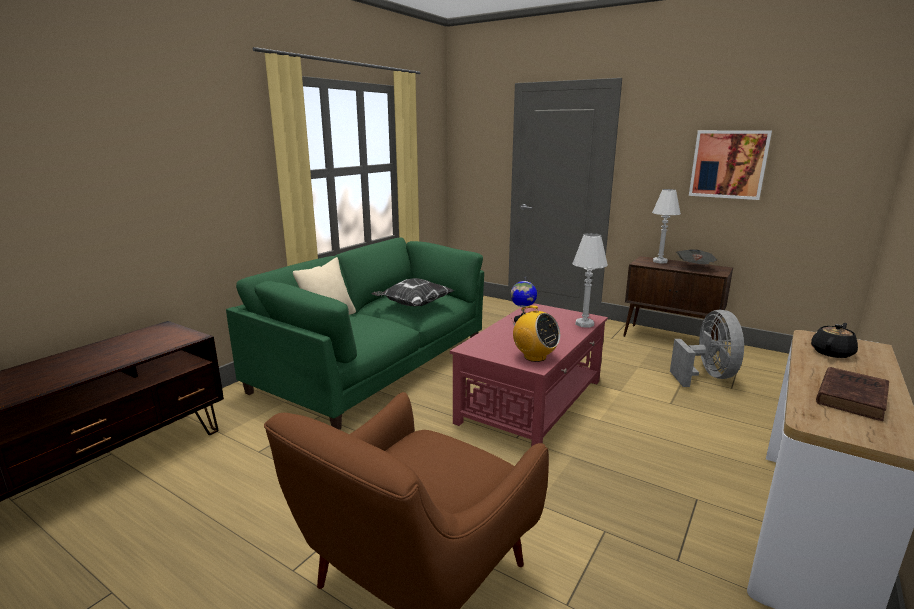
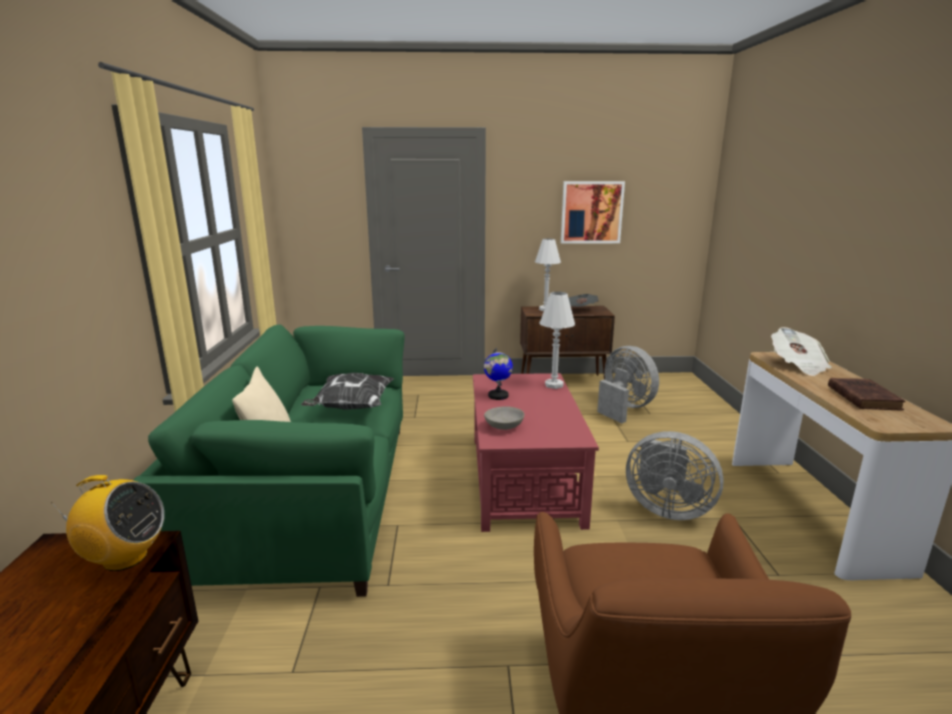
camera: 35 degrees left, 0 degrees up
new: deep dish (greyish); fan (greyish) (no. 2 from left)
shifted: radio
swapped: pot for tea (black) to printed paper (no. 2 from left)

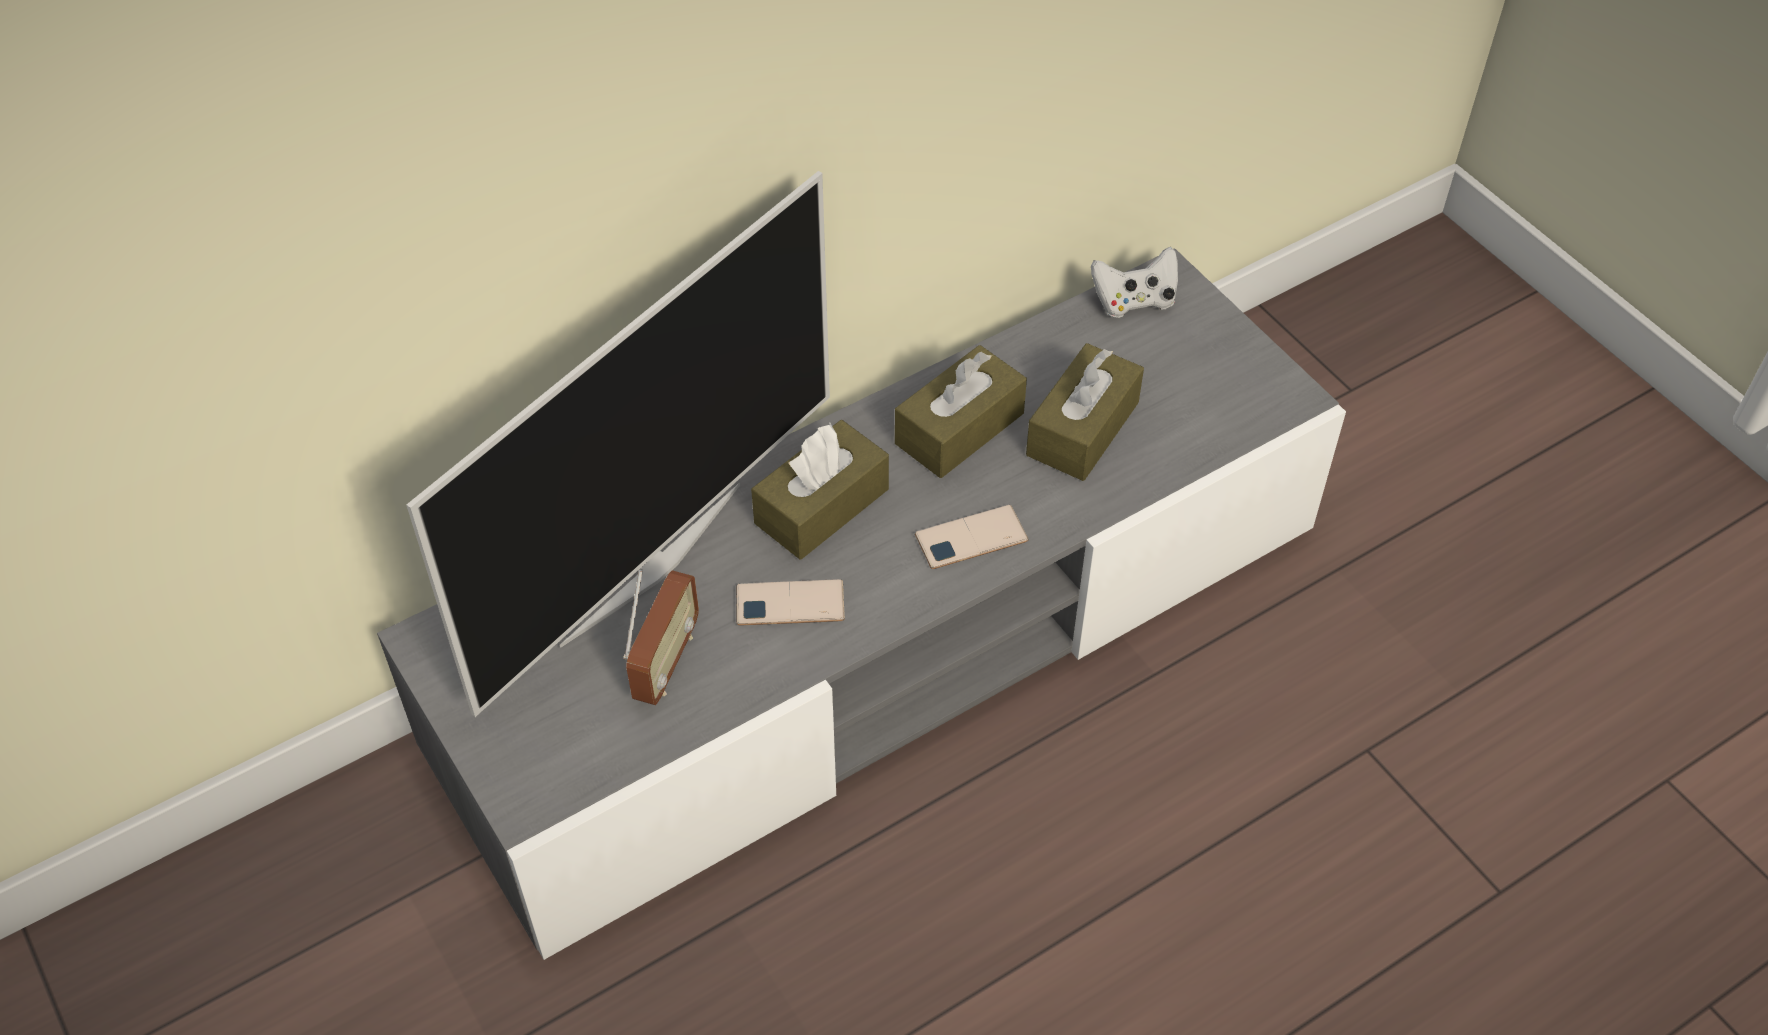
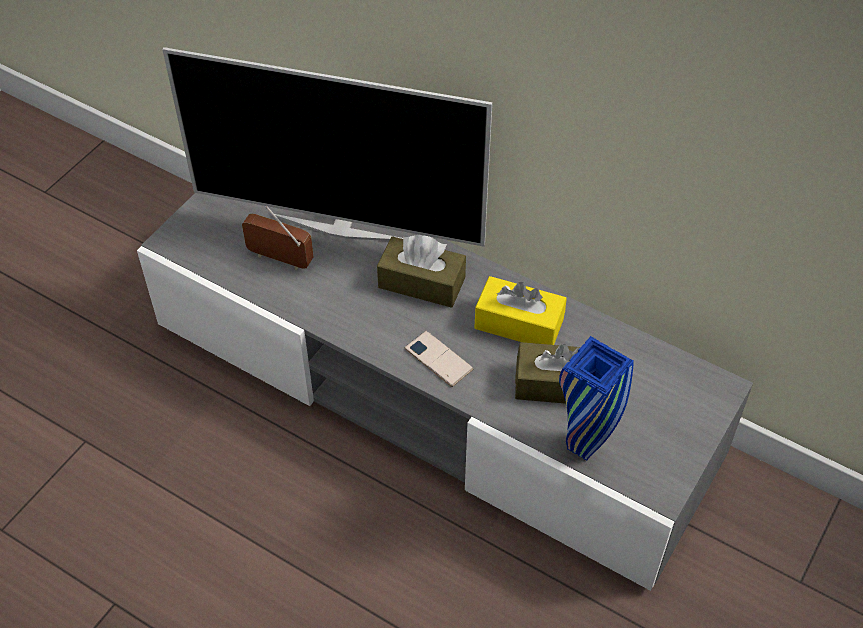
camera: 65 degrees right, 0 degrees up
gone: phone (no. 1 from left); joypad (white-coloured)
new: flower vase (bluish)
repainted: tissue holder (brown) (no. 2 from left) to tissue holder (yellowish)
rotated: radio 150 degrees counterclockwise

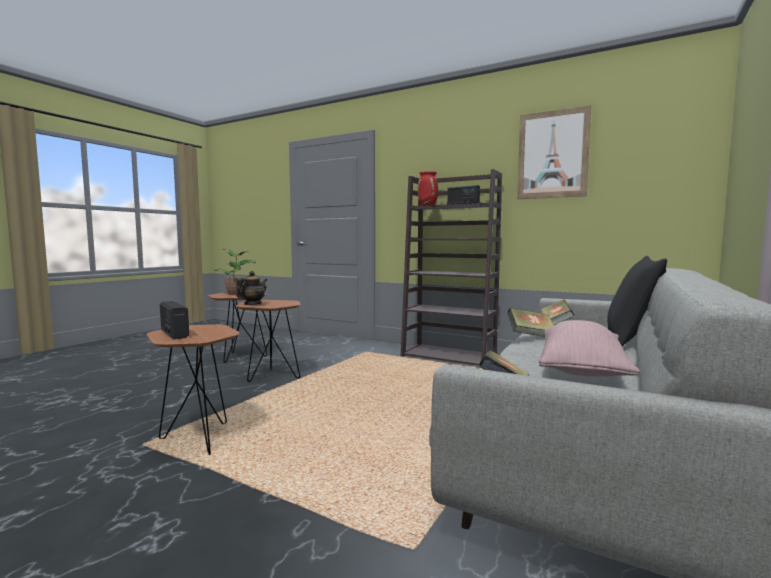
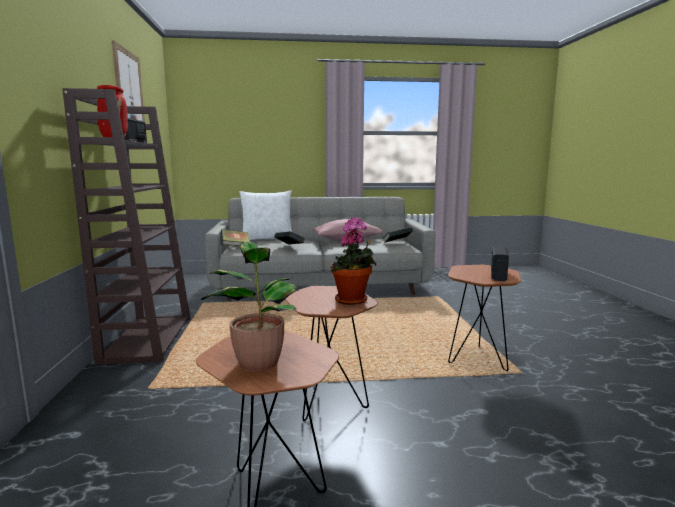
camera: 125 degrees left, 5 degrees up
swapped: pot for tea to potted plant (no. 2 from left)
repainted: pillow (black) to pillow (white-coloured)

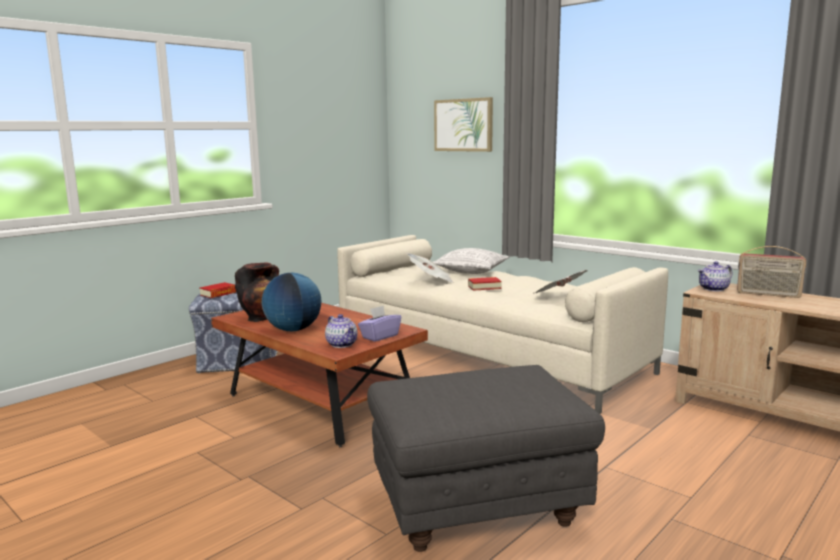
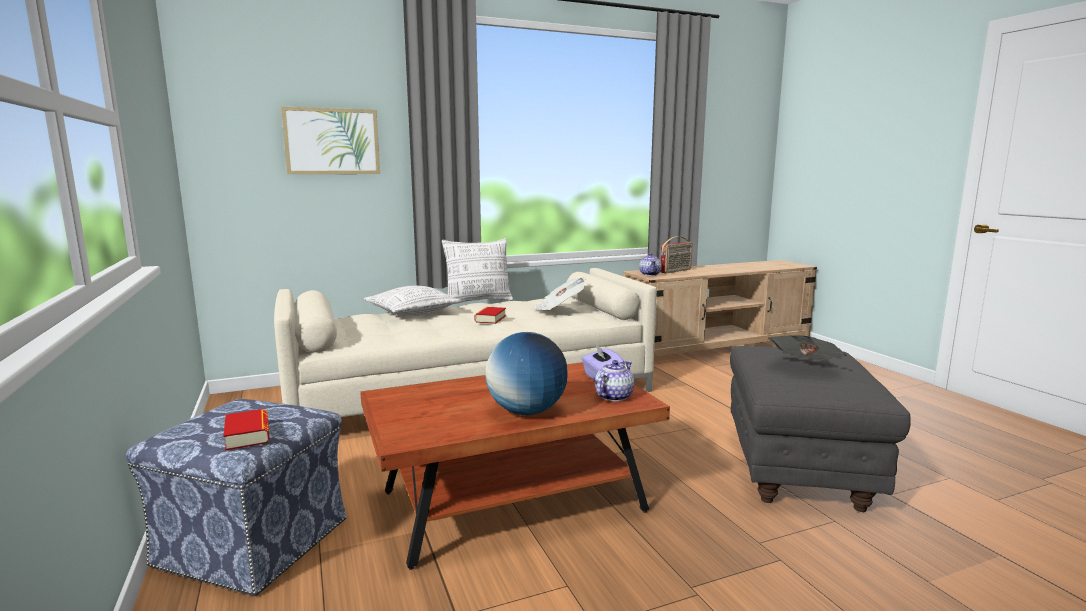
camera: 65 degrees left, 0 degrees up
gone: flower vase
new: pillow (no. 2 from left)
shifted: printed paper (no. 1 from left in the first image) to printed paper (no. 2 from left)
rotated: pot for tea (no. 1 from left) 45 degrees counterclockwise

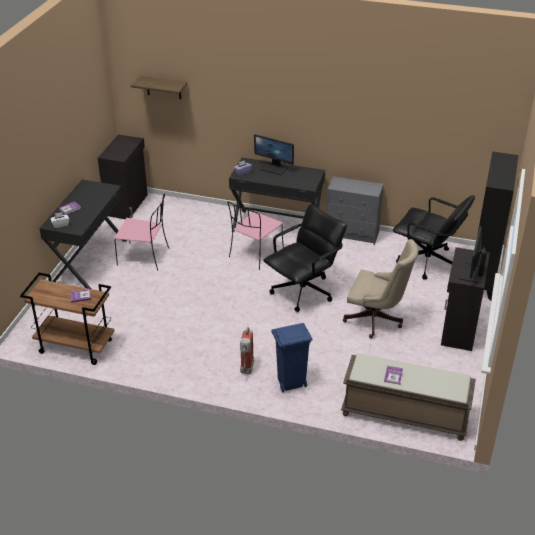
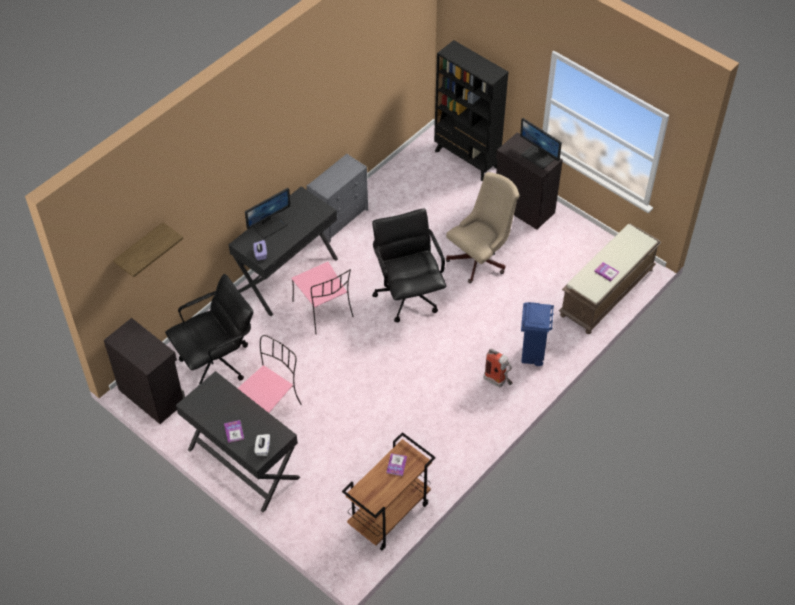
camera: 65 degrees left, 15 degrees up
shifted: desk chair (black) (no. 2 from left in the first image) to desk chair (black) (no. 1 from left)

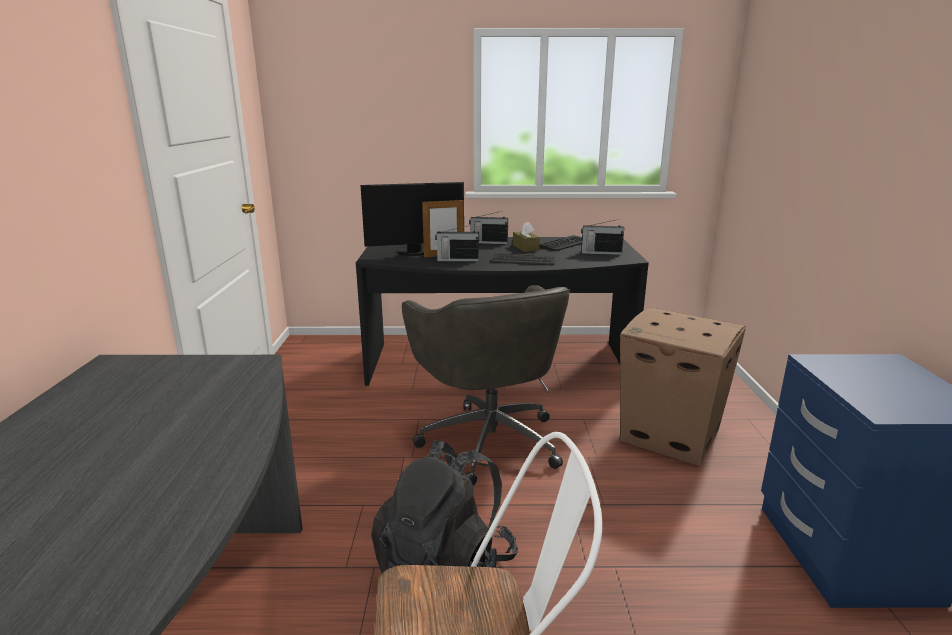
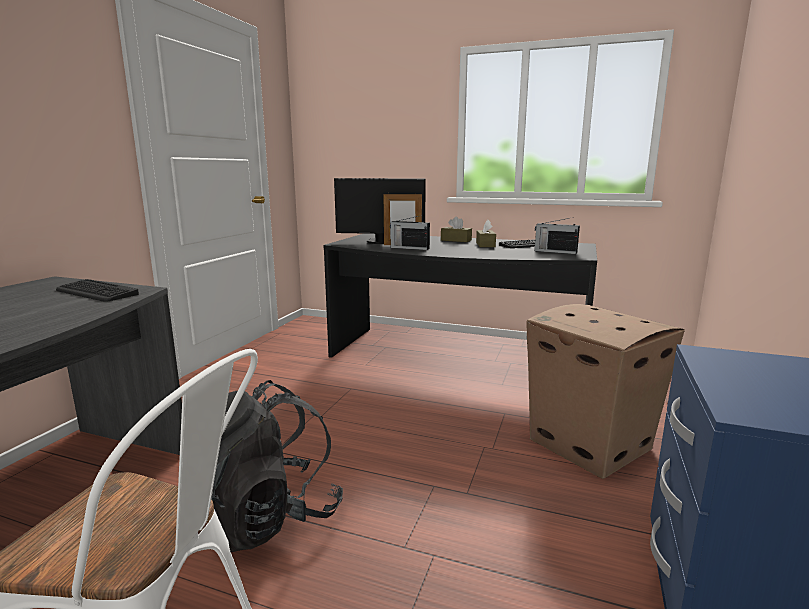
camera: 20 degrees right, 5 degrees down
gone: desk chair (greyish)
shifted: keyboard (no. 1 from left)
swapped: radio (no. 2 from left) to tissue holder (brown) (no. 1 from left)

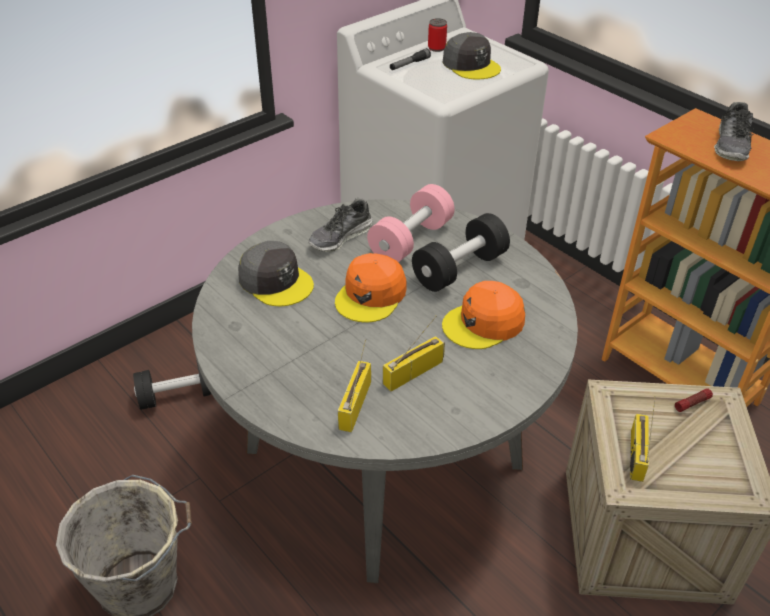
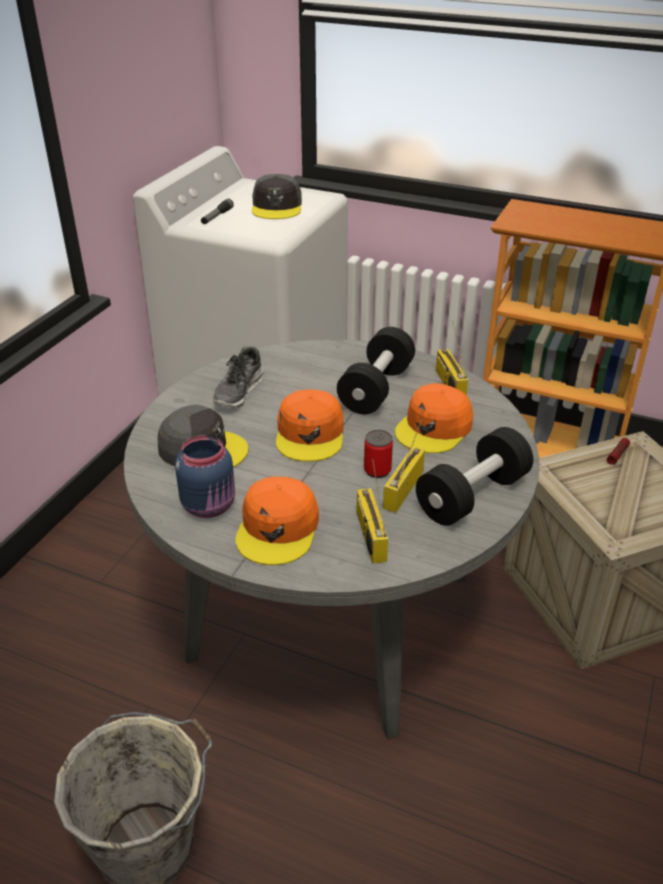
camera: 25 degrees left, 5 degrees down
gone: free weight (pink); shoe (no. 2 from left)
new: storage jar (bluish); baseball cap (orange) (no. 1 from left)
shifted: metal can; free weight (black) (no. 1 from left in the first image) to free weight (black) (no. 2 from left); radio (no. 3 from left)
rotated: baseball cap (greyish) (no. 2 from left) 60 degrees clockwise

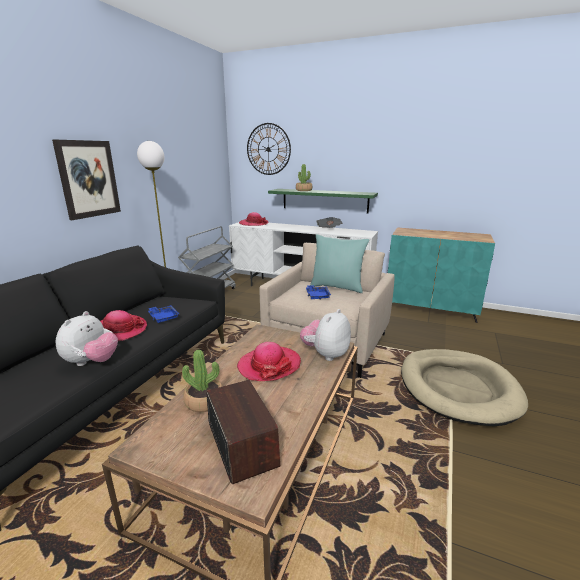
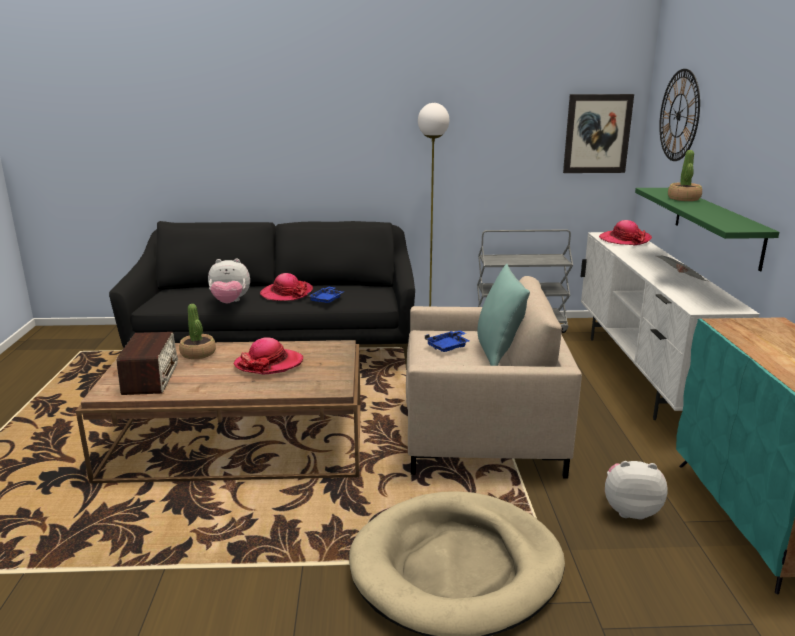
camera: 65 degrees right, 0 degrees up
shifted: wall picture; cuddly toy (no. 2 from left)
rotated: radio 45 degrees counterclockwise

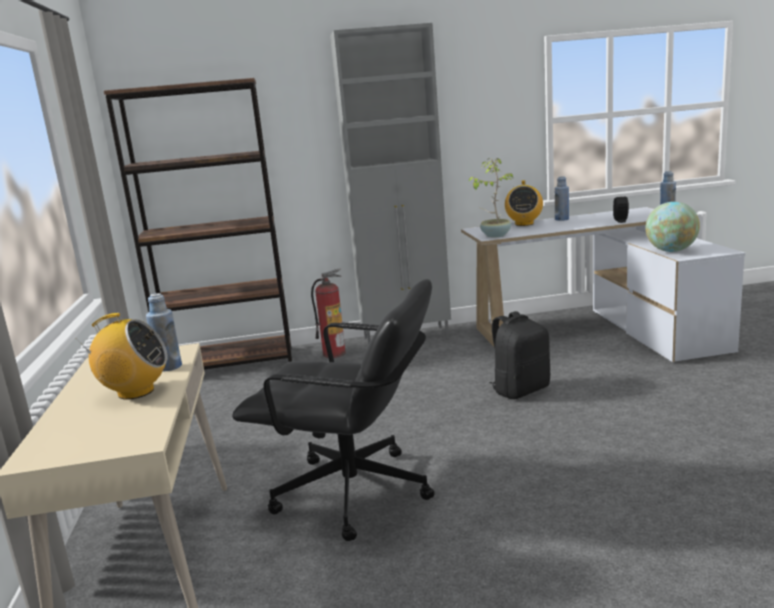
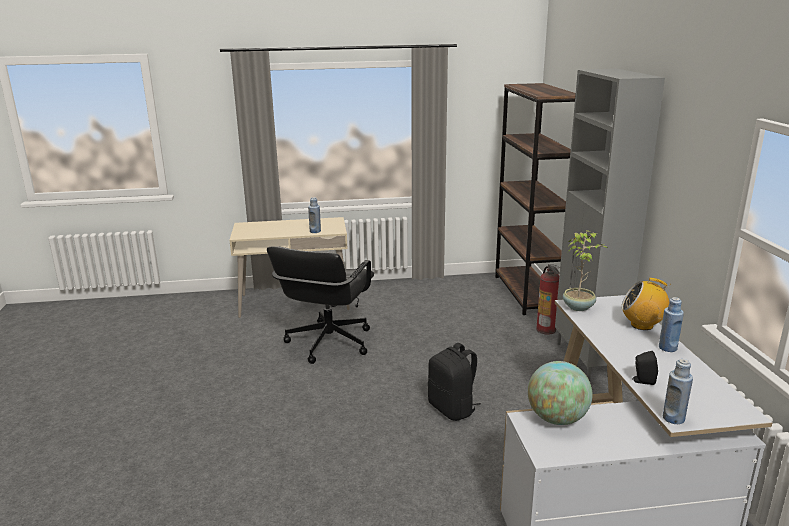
camera: 90 degrees right, 5 degrees up
gone: radio (no. 1 from left)

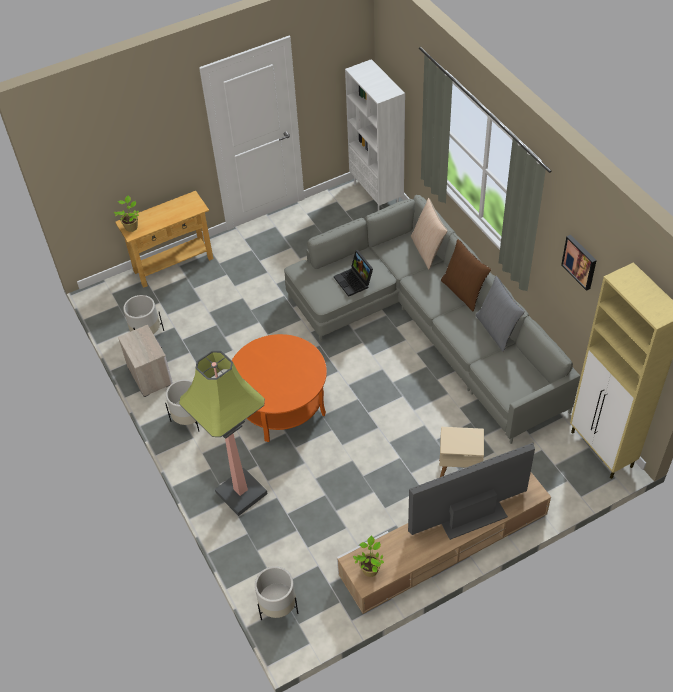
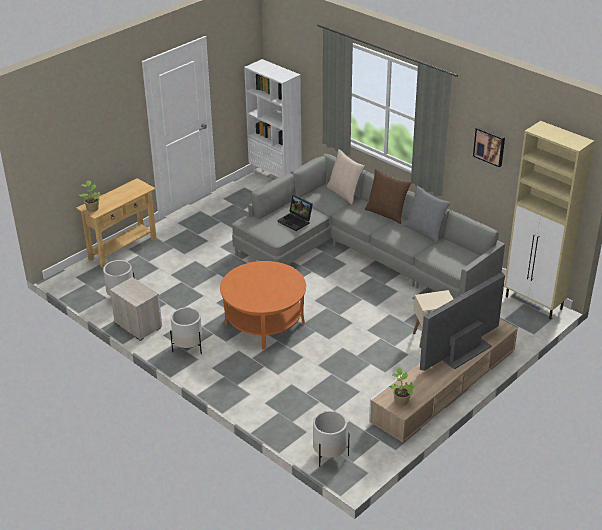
camera: 20 degrees left, 15 degrees down
gone: standing lamp

